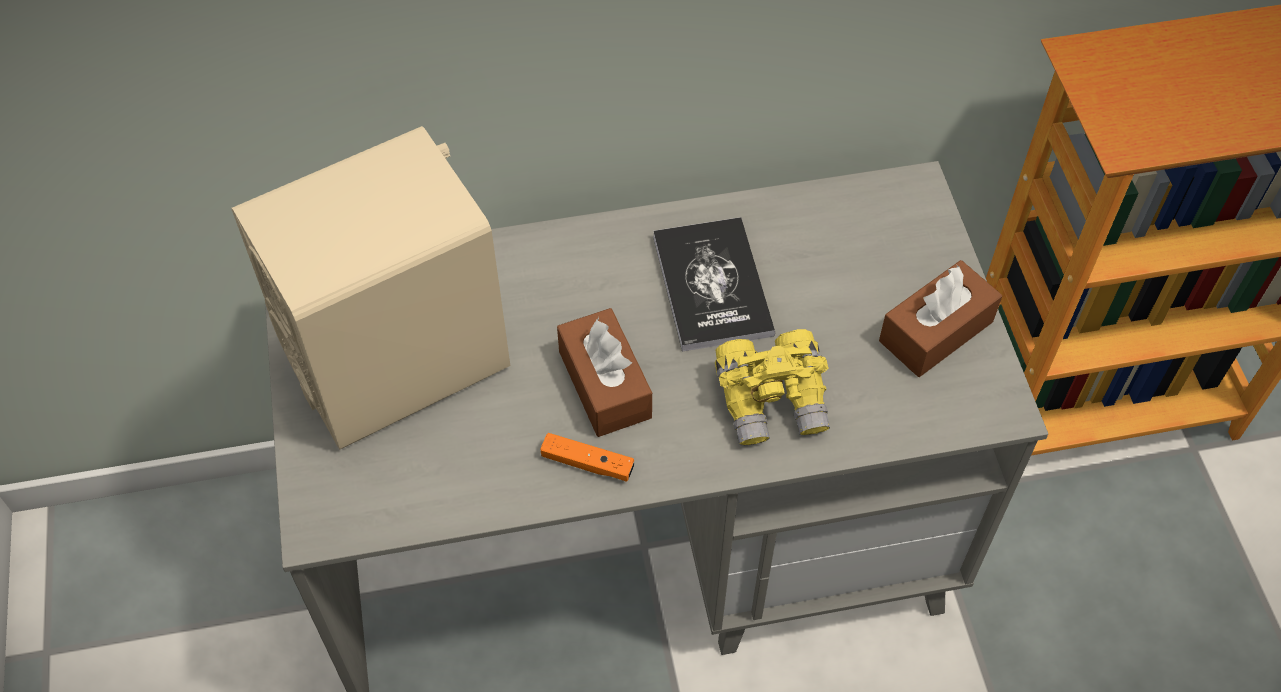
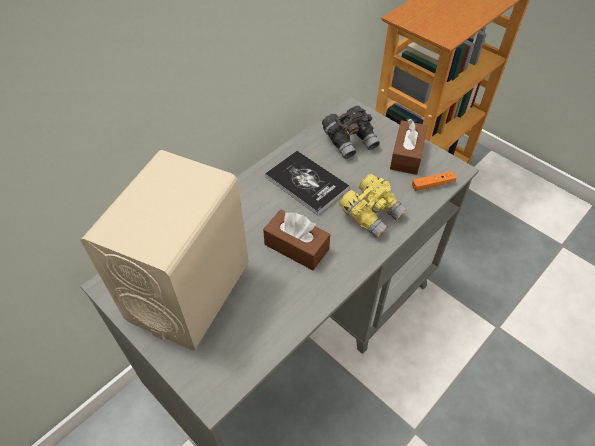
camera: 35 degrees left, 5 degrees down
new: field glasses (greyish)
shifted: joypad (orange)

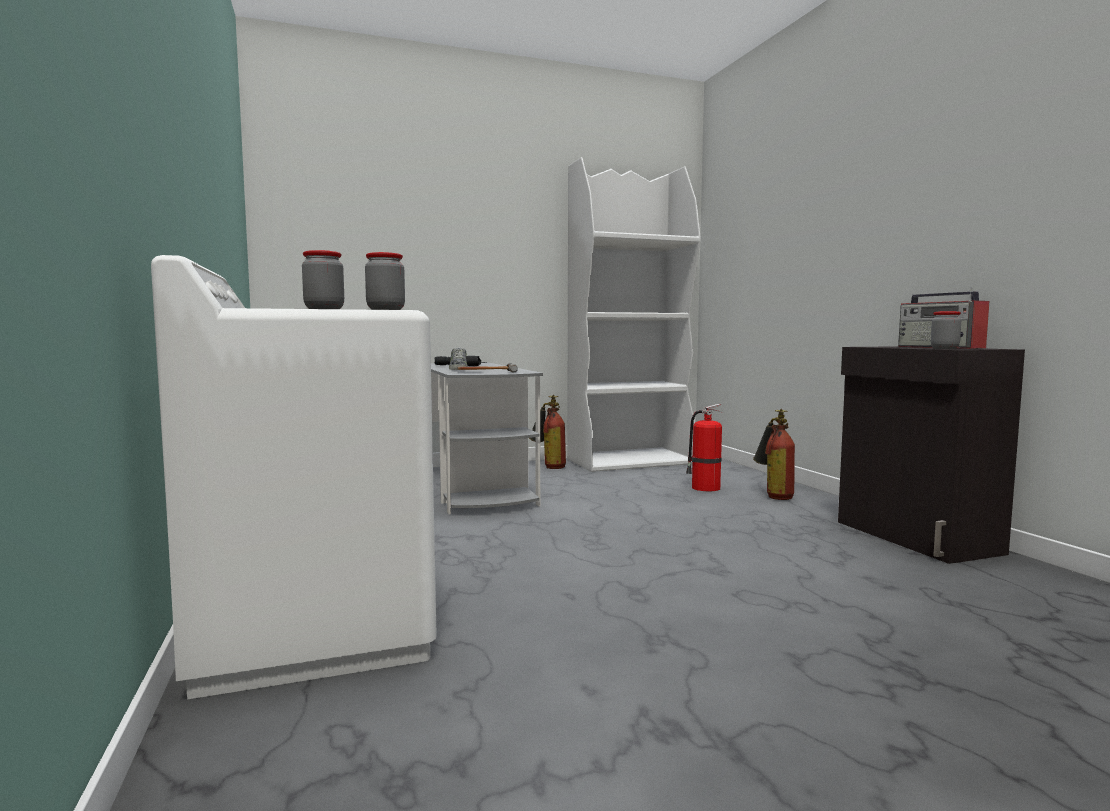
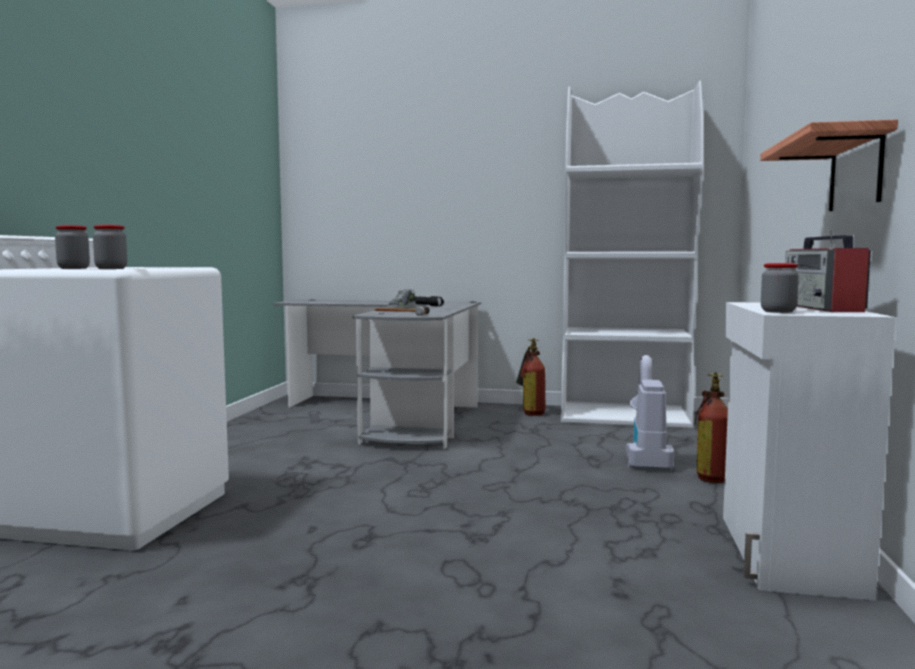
camera: 30 degrees right, 0 degrees up
new: wall shelf
swapped: fire-fighting cylinder (no. 2 from left) to vacuum cleaner
repainted: cabinet (black) to cabinet (white-coloured)

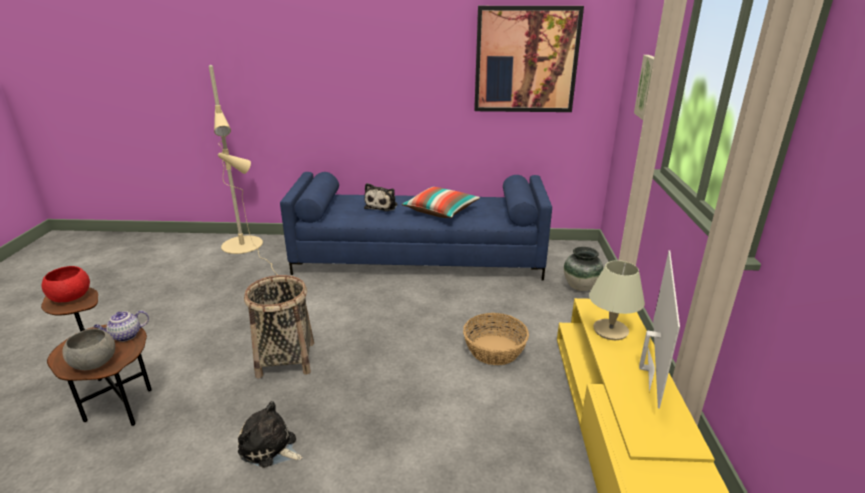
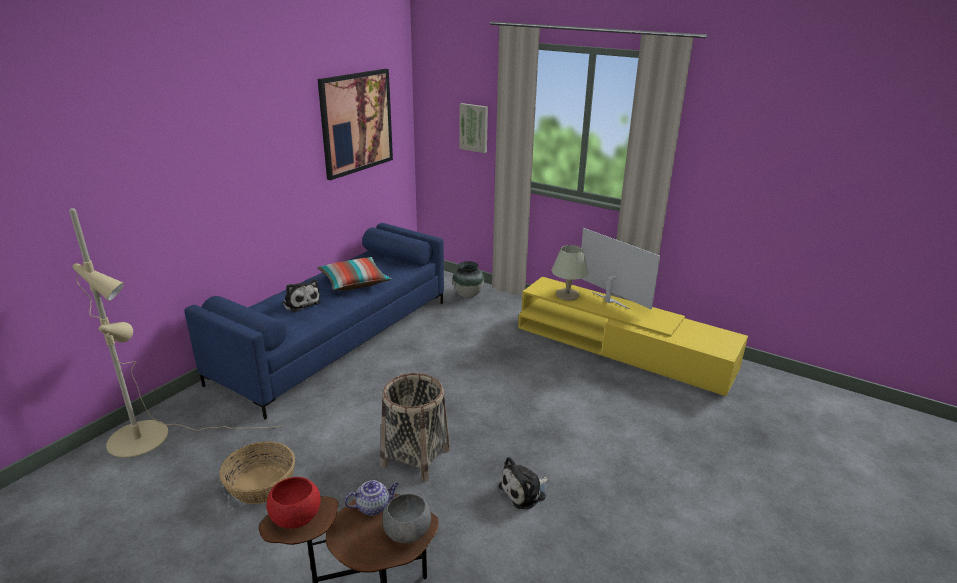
camera: 60 degrees left, 0 degrees up
shifted: storage basket (no. 2 from left in the first image) to storage basket (no. 1 from left)
rotated: pot for tea 105 degrees counterclockwise

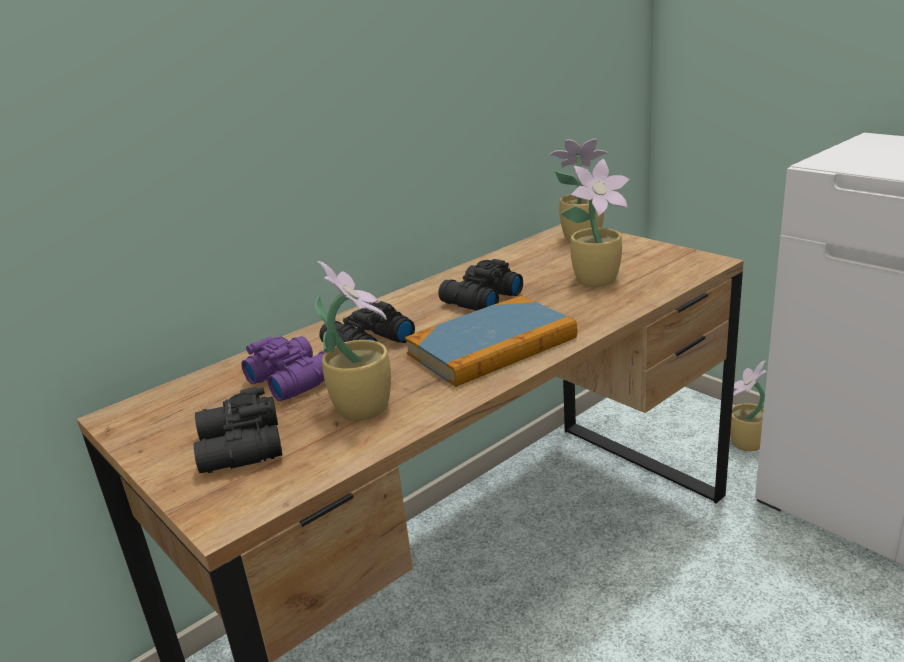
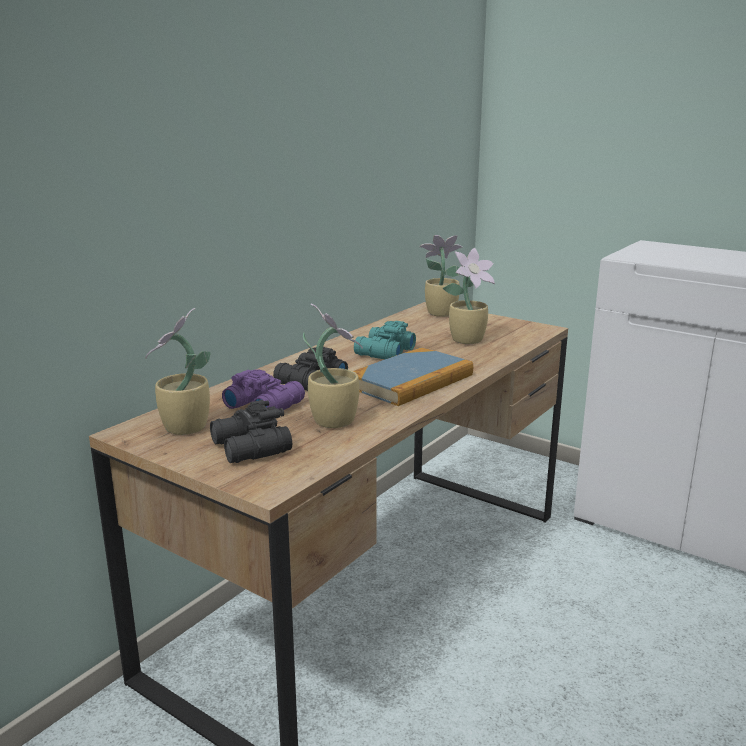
camera: 15 degrees left, 5 degrees down
shifted: potted plant (no. 4 from left in the first image) to potted plant (no. 1 from left)
repainted: field glasses (black) (no. 3 from left) to field glasses (turquoise)

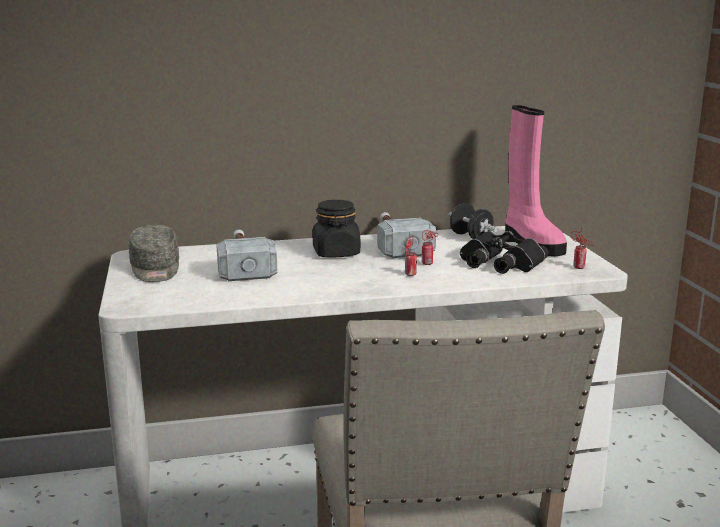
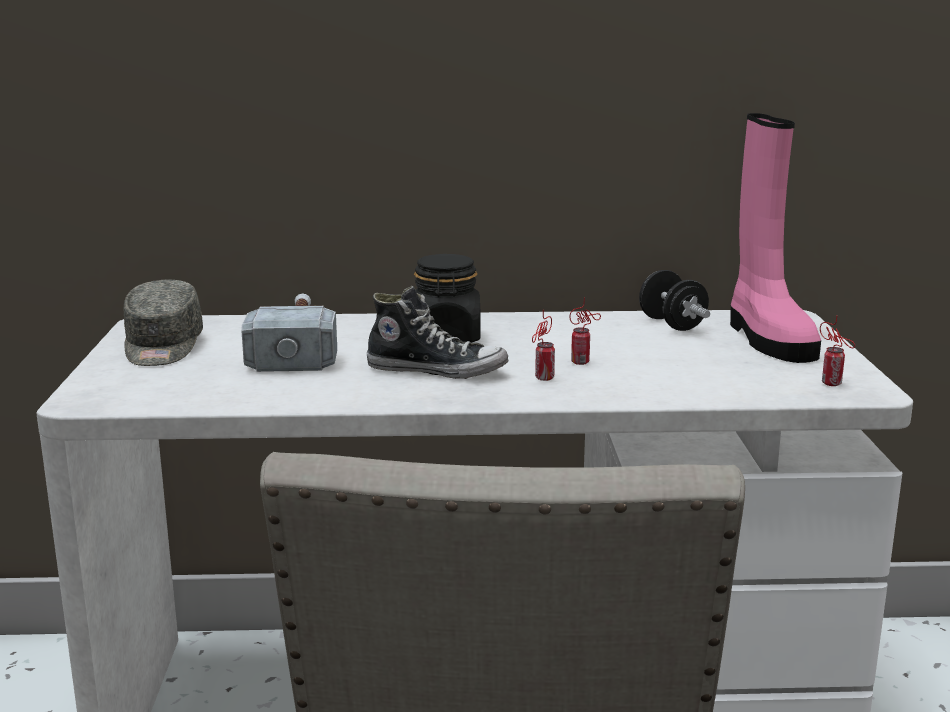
camera: 10 degrees right, 0 degrees up
gone: hammer (no. 2 from left); field glasses (black)
new: shoe

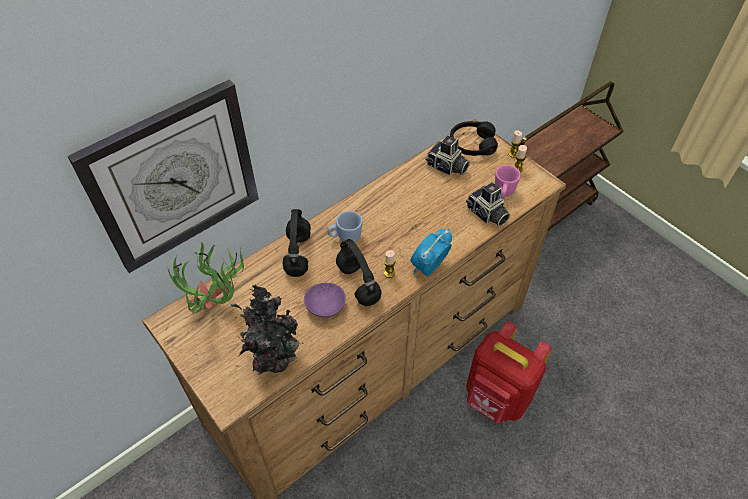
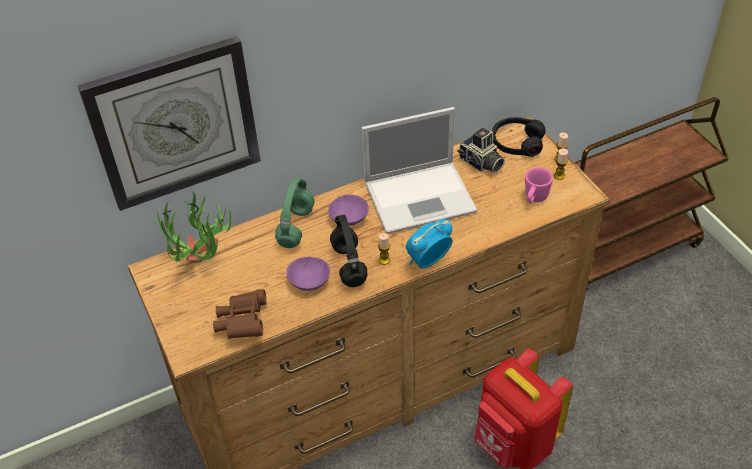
camera: 15 degrees right, 5 degrees down
gone: still camera (no. 2 from left)
new: portable computer
swapped: potted plant (no. 2 from left) to field glasses (brown); tea mug (bluish) to deep dish (purplish) (no. 2 from left)
repainted: pair of headphones (black) (no. 1 from left) to pair of headphones (greenish)

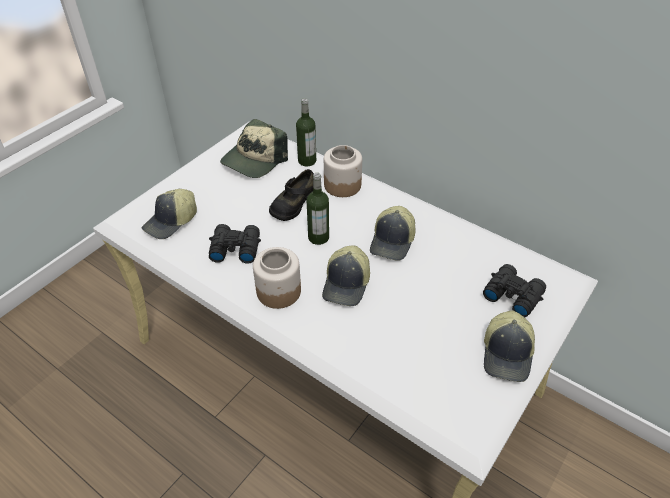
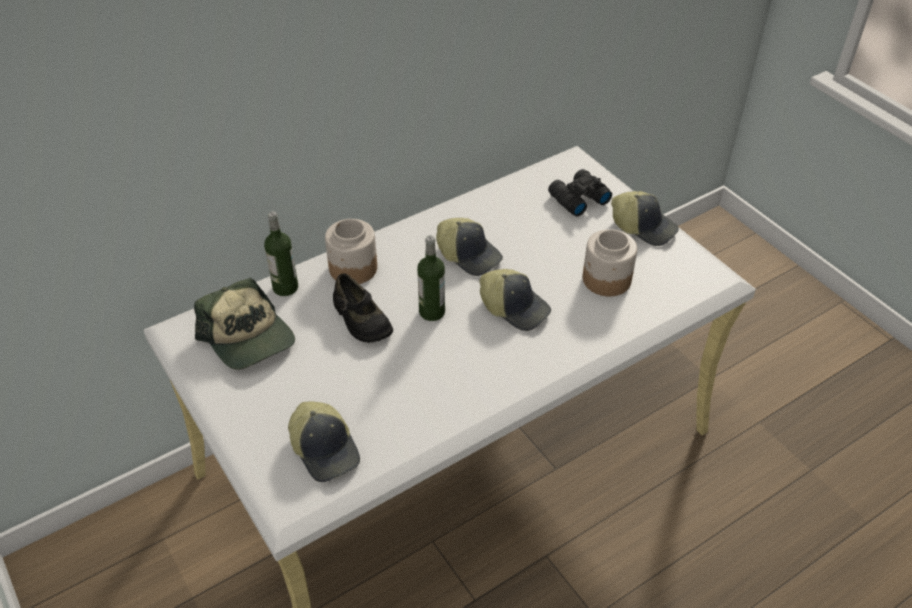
camera: 70 degrees left, 0 degrees up
gone: field glasses (black) (no. 1 from left)
shifted: storage jar (no. 1 from left in the first image) to storage jar (no. 2 from left)

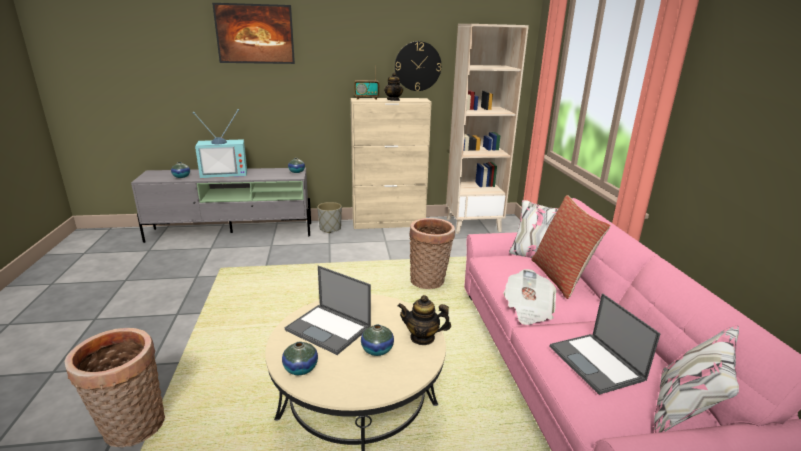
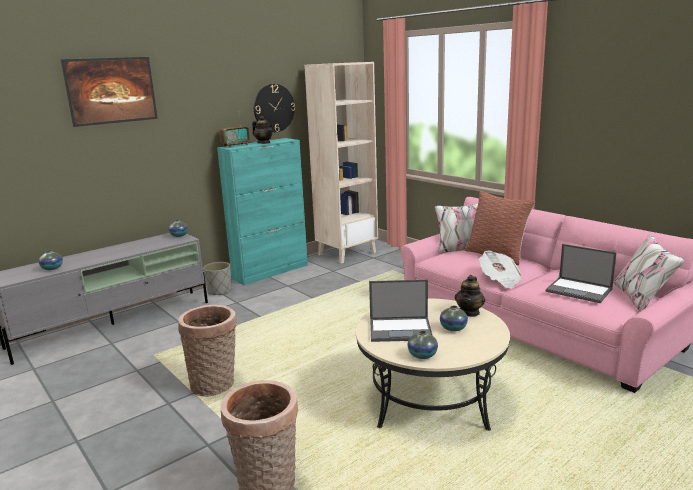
camera: 30 degrees left, 5 degrees down
gone: TV
shifted: storage basket (no. 2 from left in the first image) to storage basket (no. 1 from left)
repainted: cabinet (beige) to cabinet (turquoise)
rotated: pot for tea (no. 2 from left) 45 degrees counterclockwise

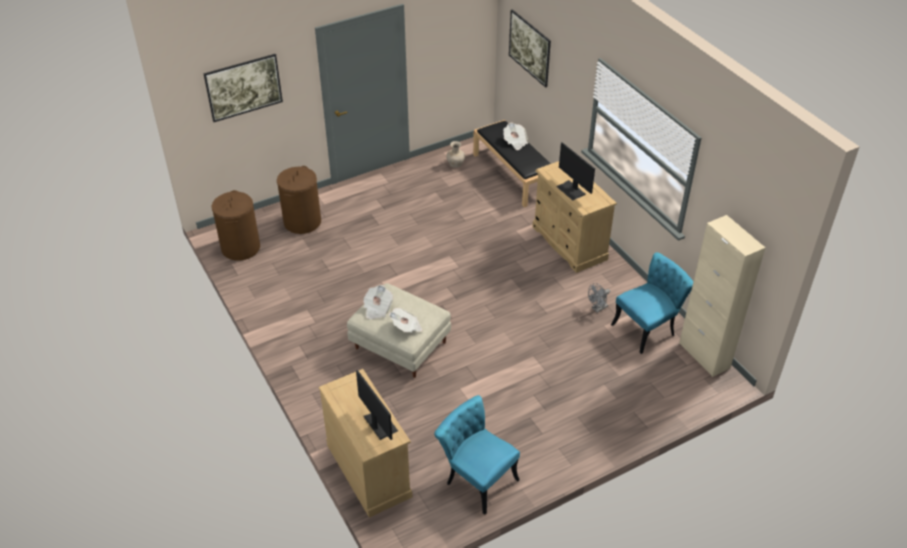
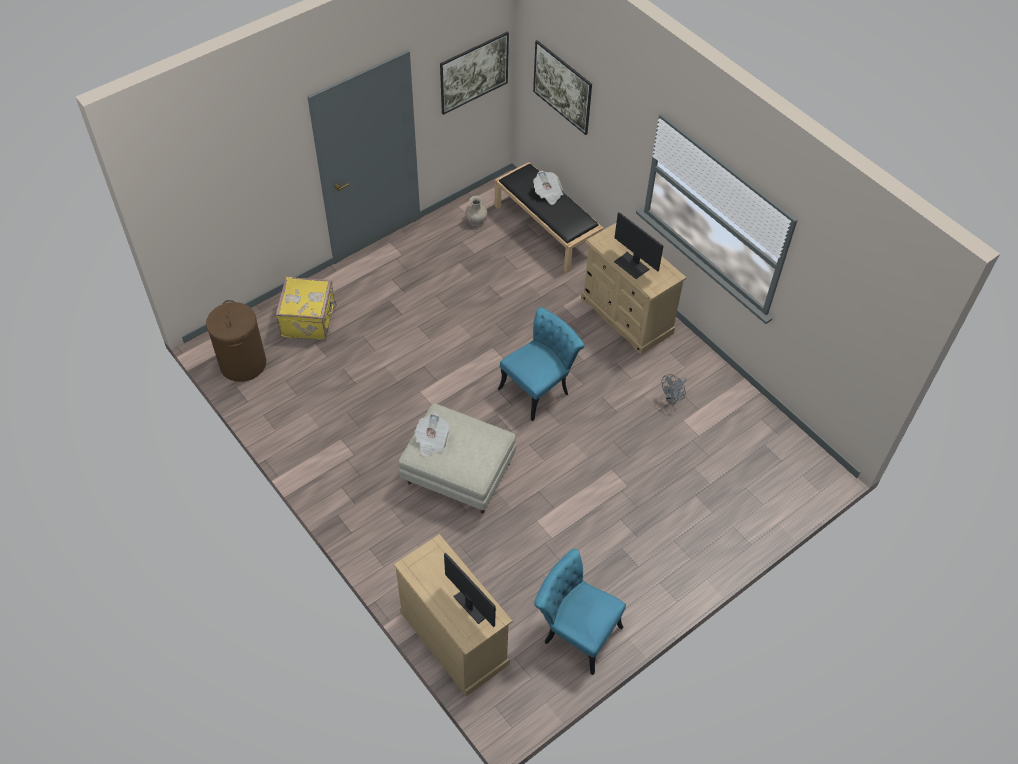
camera: 10 degrees left, 10 degrees up
gone: printed paper (no. 2 from left); cabinet (beige)
shifted: wall picture (no. 1 from left); chair (turquoise) (no. 2 from left in the first image) to chair (turquoise) (no. 1 from left)
swapped: hamper (brown) (no. 2 from left) to suitcase (yellowish)

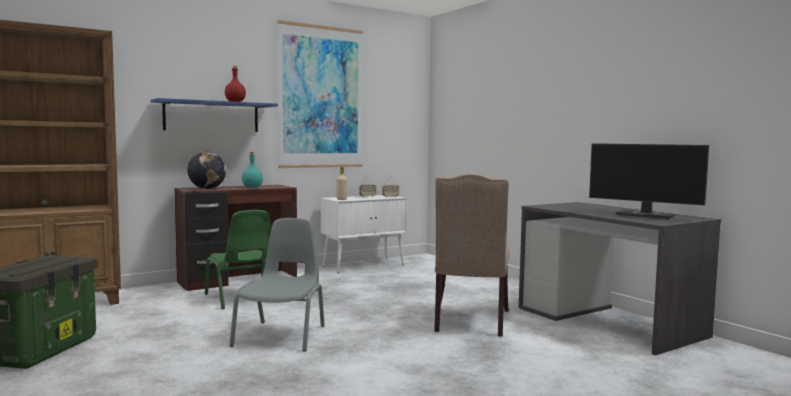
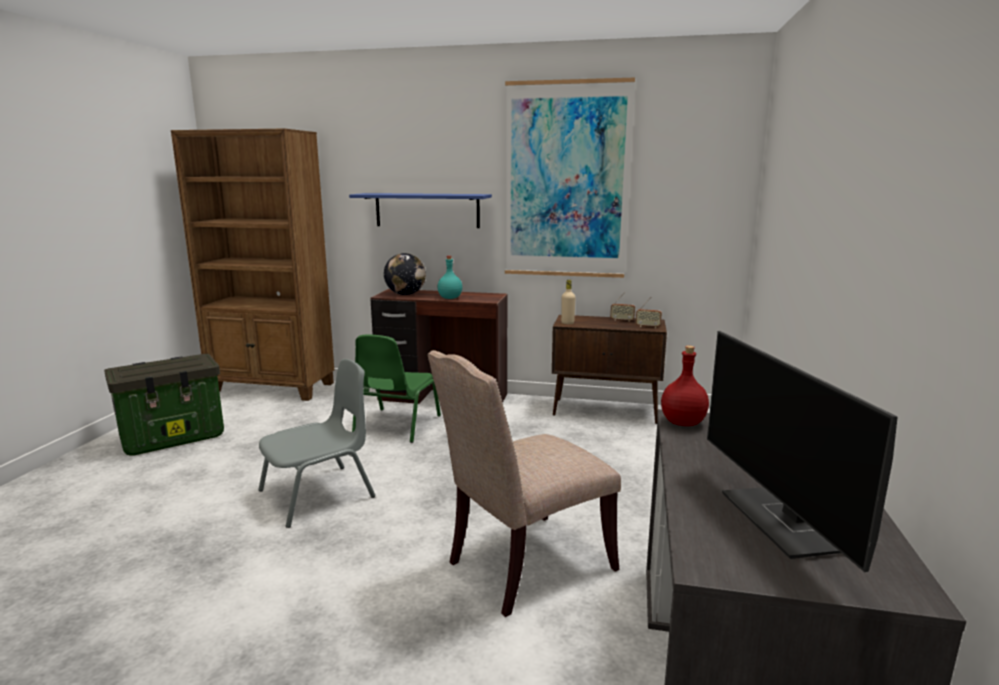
camera: 45 degrees right, 10 degrees up
shifted: beverage bottle (reddish)
repainted: cabinet (white-coloured) to cabinet (brown)

